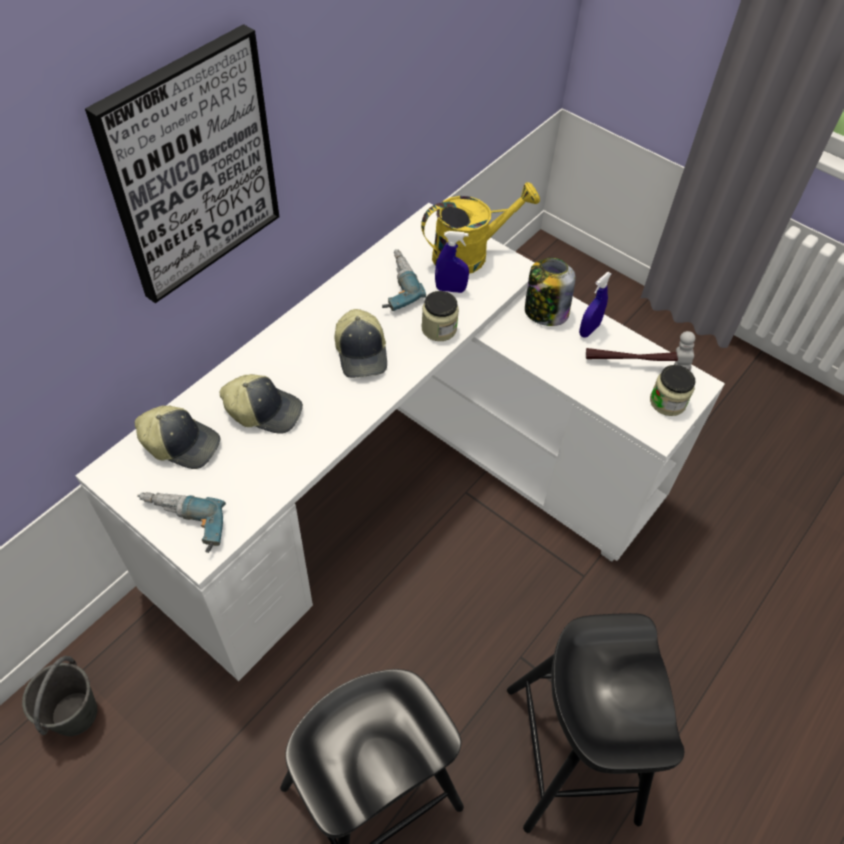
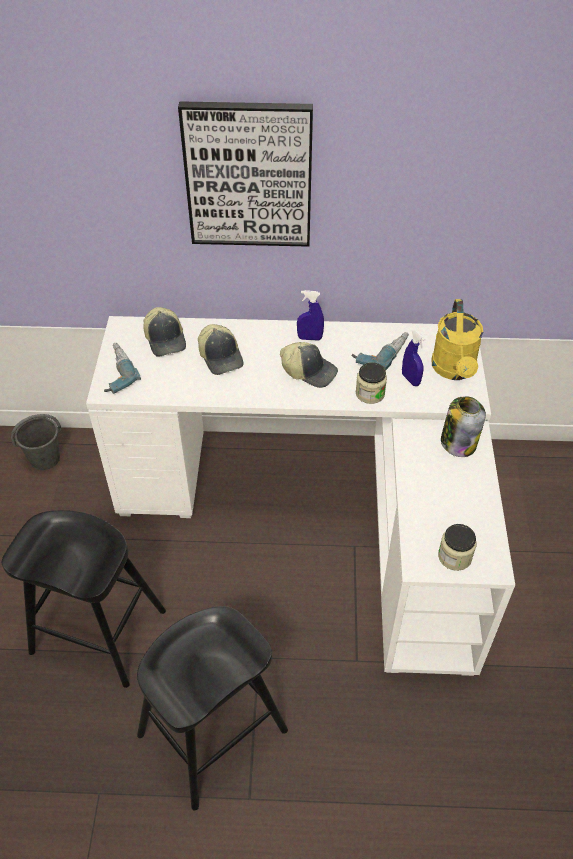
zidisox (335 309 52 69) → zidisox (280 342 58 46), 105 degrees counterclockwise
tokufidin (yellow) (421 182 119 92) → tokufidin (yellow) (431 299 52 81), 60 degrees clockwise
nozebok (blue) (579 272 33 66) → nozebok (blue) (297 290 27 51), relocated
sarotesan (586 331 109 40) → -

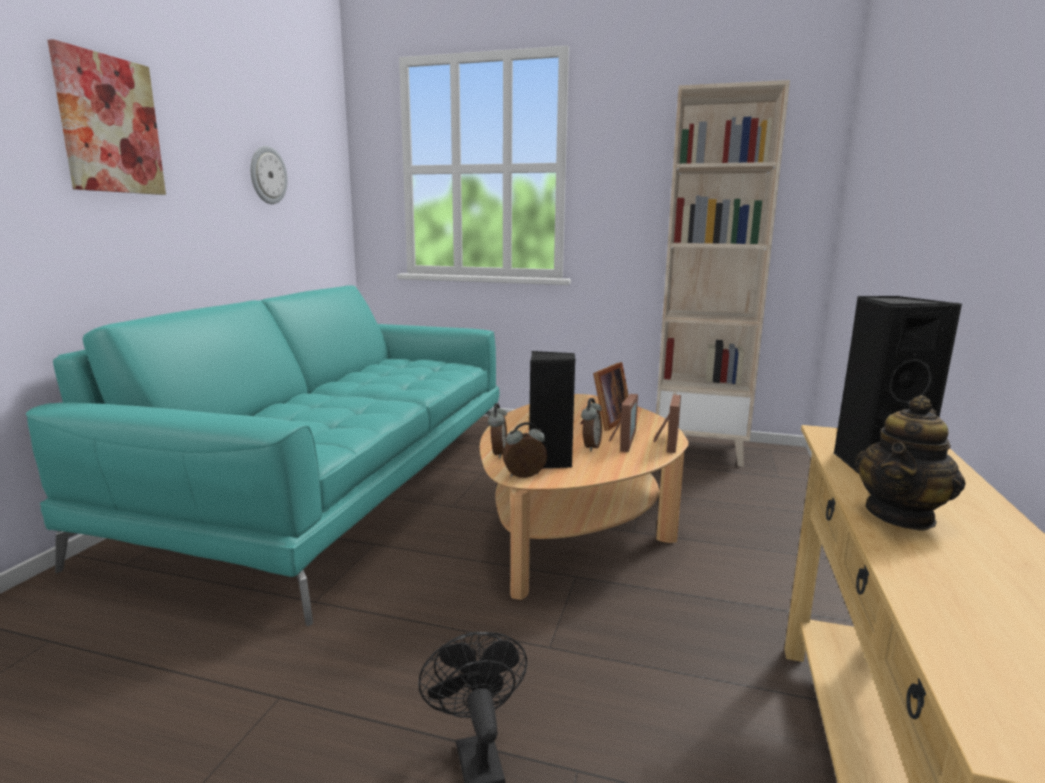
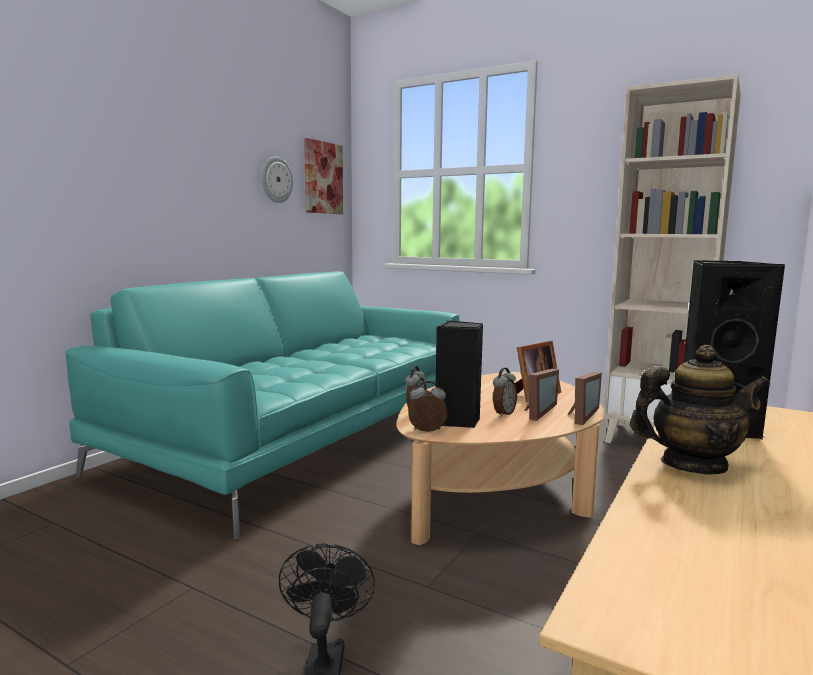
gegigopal (48 39 118 156) → gegigopal (304 138 39 76), relocated
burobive (855 395 111 136) → burobive (630 345 140 129), 150 degrees counterclockwise

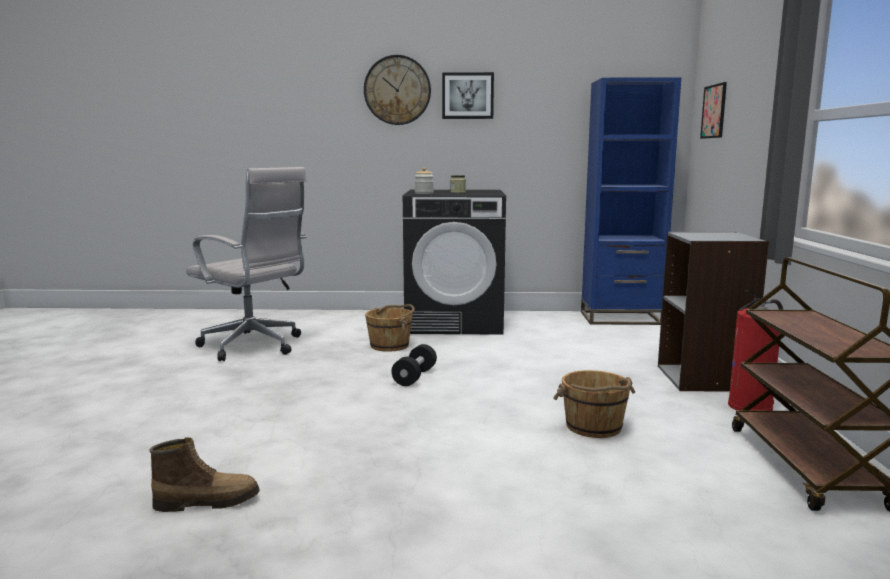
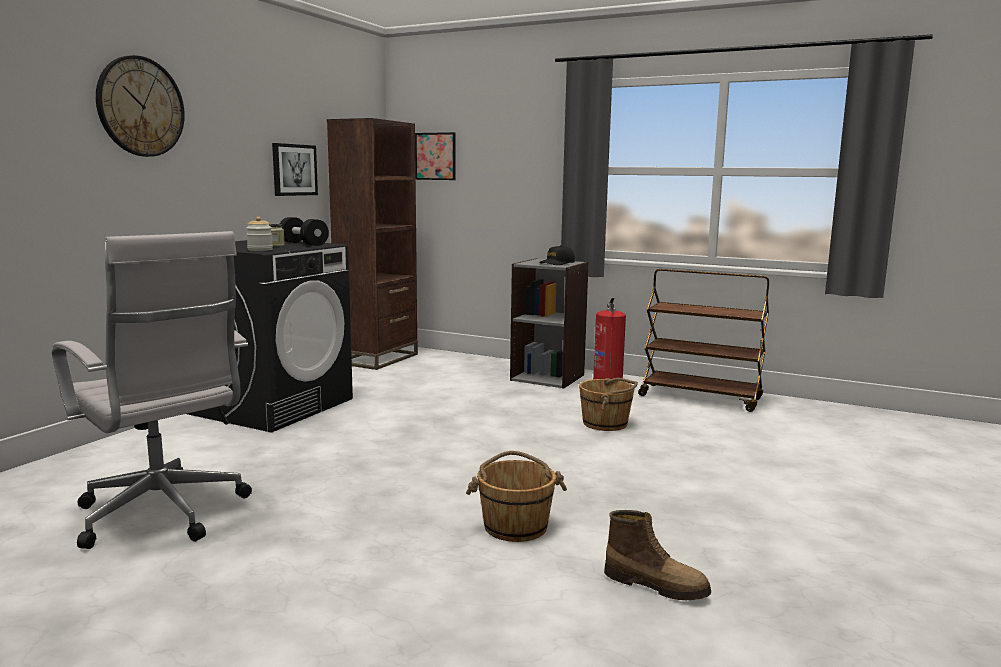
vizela (149 438 111 74) → vizela (604 510 107 90), 105 degrees clockwise
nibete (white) (186 167 121 194) → nibete (white) (52 231 200 318), 75 degrees clockwise
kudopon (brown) (365 304 50 48) → kudopon (brown) (466 451 101 91), relocated
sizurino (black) (391 344 46 42) → sizurino (black) (280 217 49 29), relocated
gegigopal (442 72 52 47) → gegigopal (272 143 46 53), relocated
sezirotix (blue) (581 77 100 248) → sezirotix (brown) (327 118 91 252)
- → zidisox (black) (540 245 35 20)

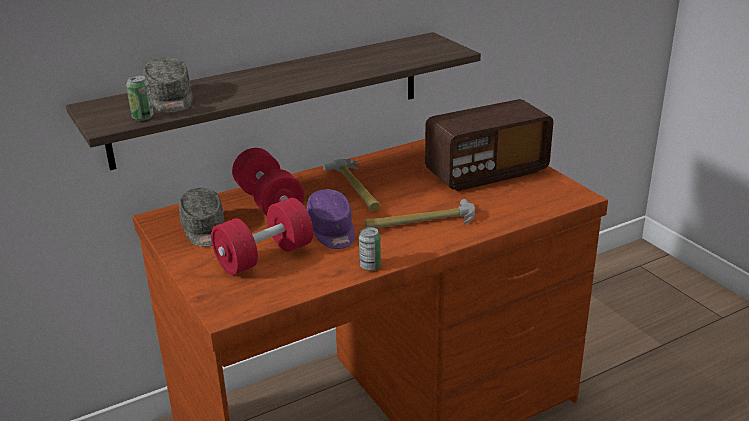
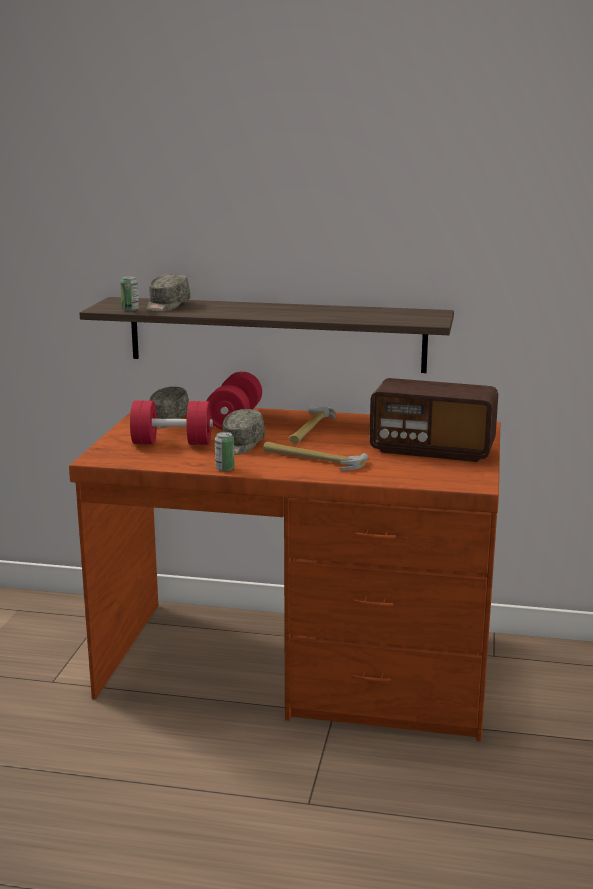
zidisox (purple) (306 189 49 60) → zidisox (grey) (222 409 43 46)

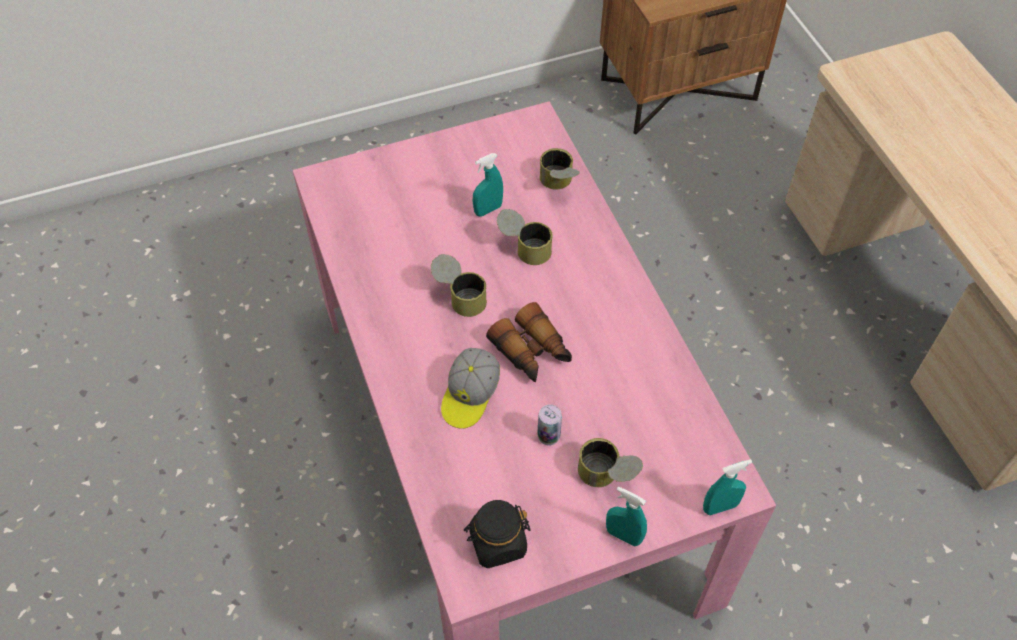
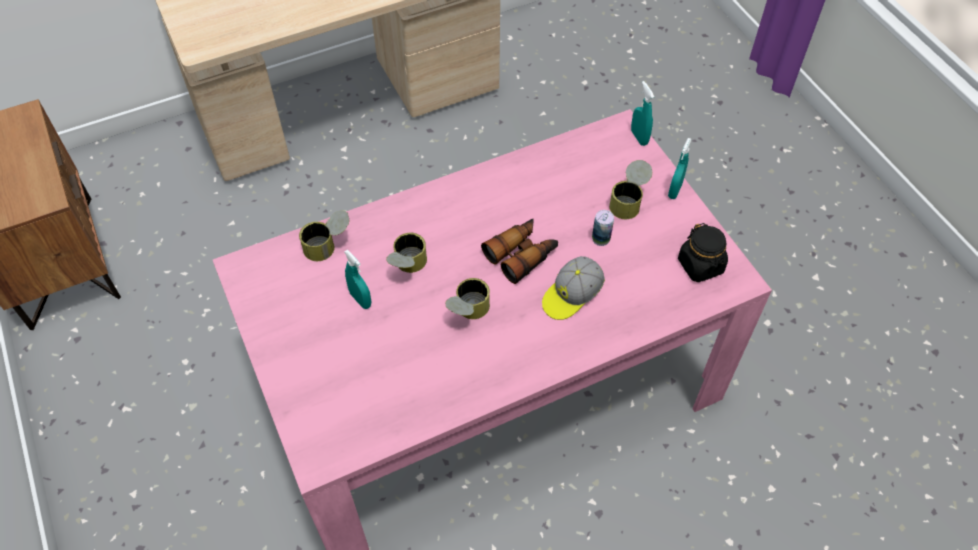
zidisox (441 348 59 81) → zidisox (542 256 63 64), 120 degrees clockwise

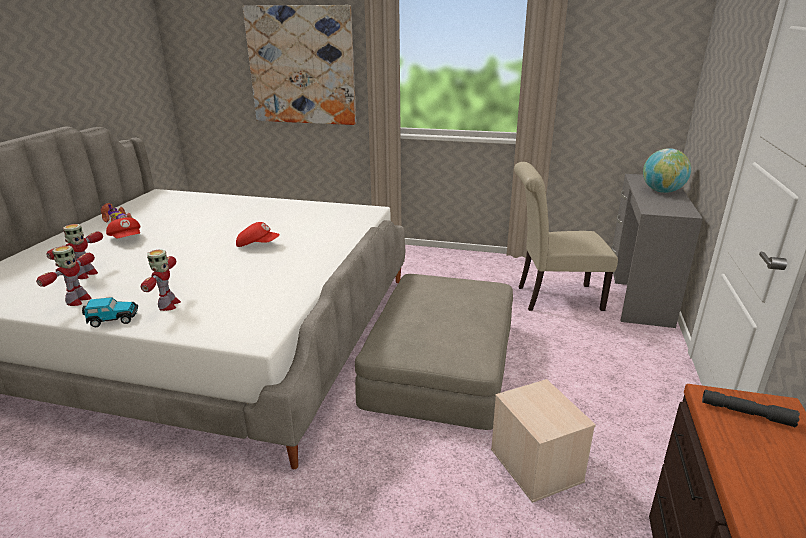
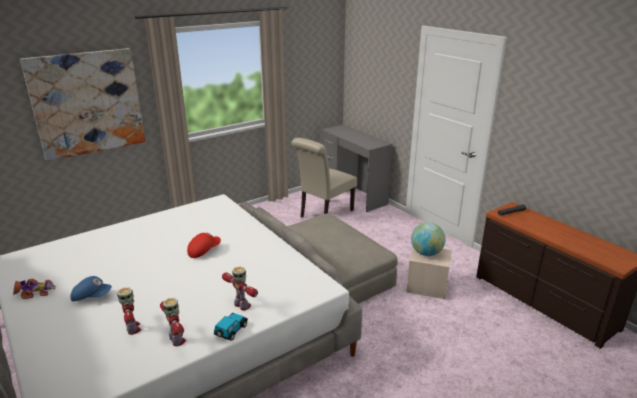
zidisox (red) (106 217 35 21) → zidisox (blue) (70 276 42 25)
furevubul (643 148 48 45) → furevubul (411 222 35 34), relocated

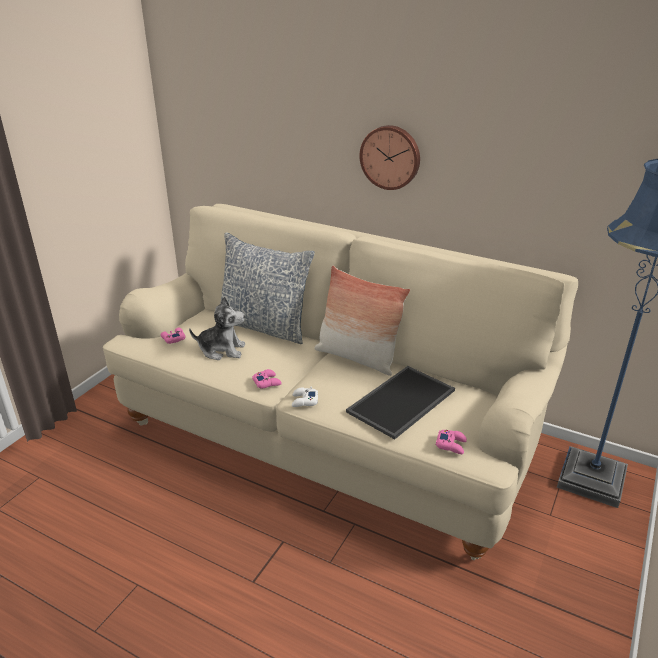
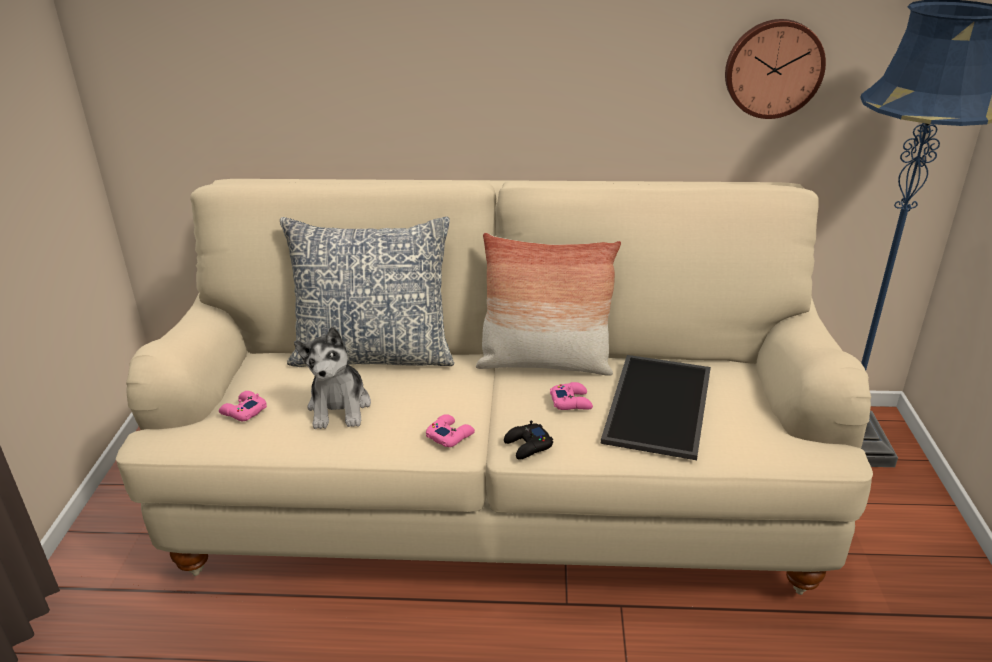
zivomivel (189 296 56 64) → zivomivel (294 327 77 102), 105 degrees clockwise
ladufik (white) (292 386 26 21) → ladufik (black) (504 421 49 39)
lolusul (359 125 61 65) → lolusul (725 19 101 100), relocated
ladufik (pink) (436 430 31 24) → ladufik (pink) (550 382 43 28), relocated

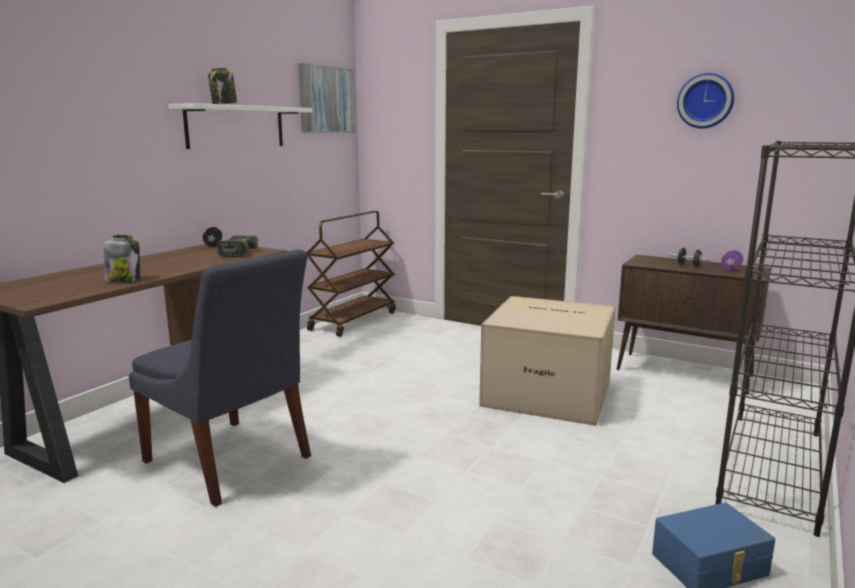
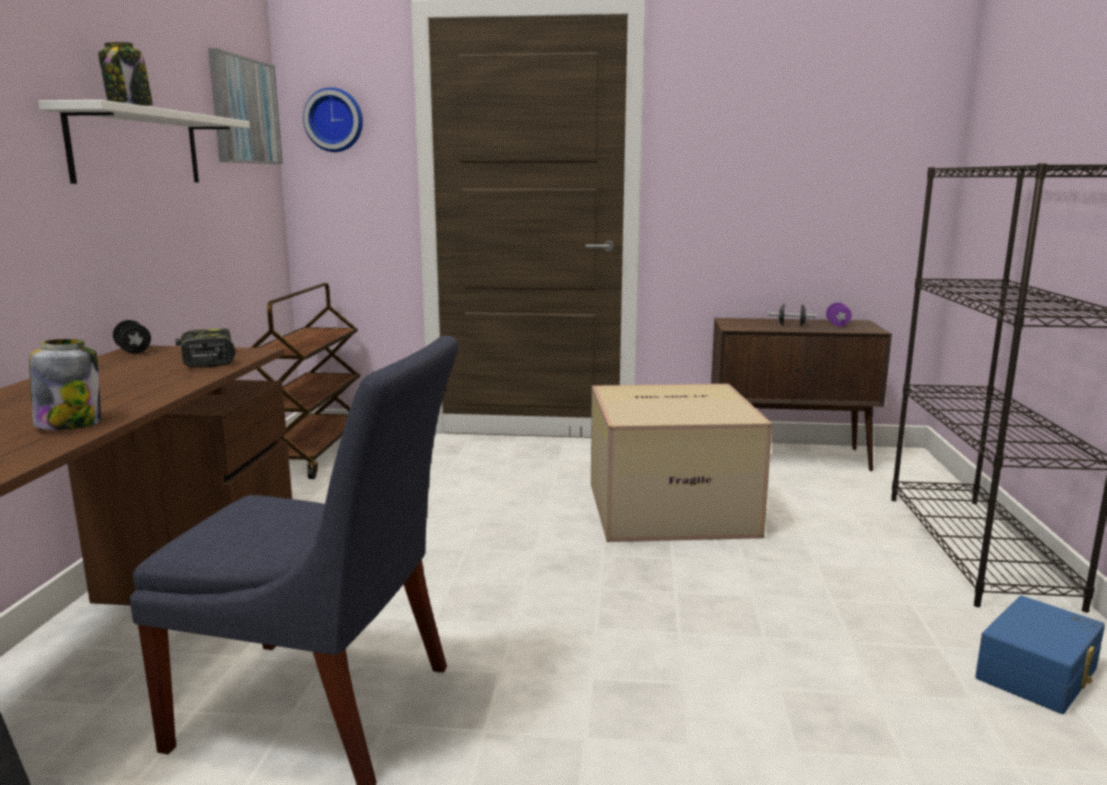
lolusul (677 73 57 56) → lolusul (303 87 60 65), relocated

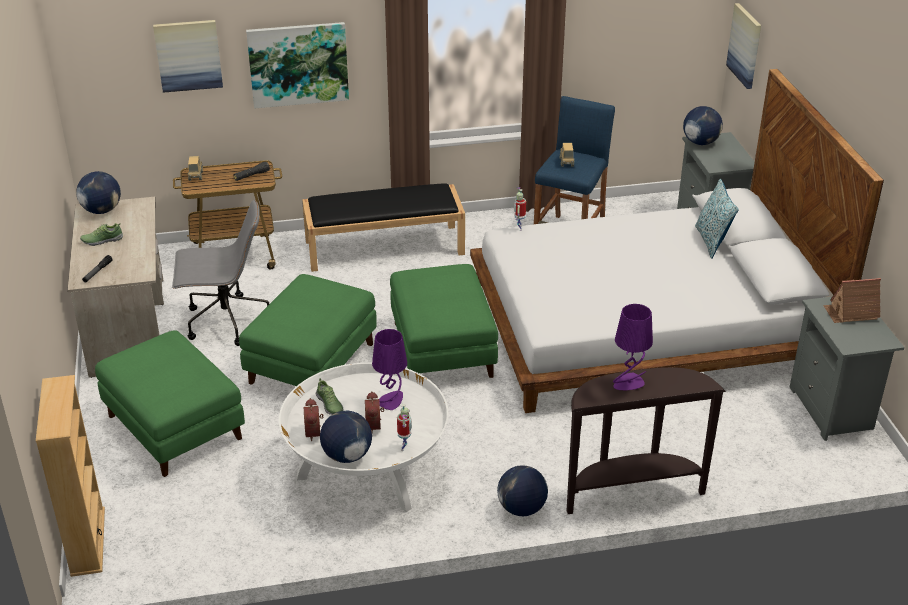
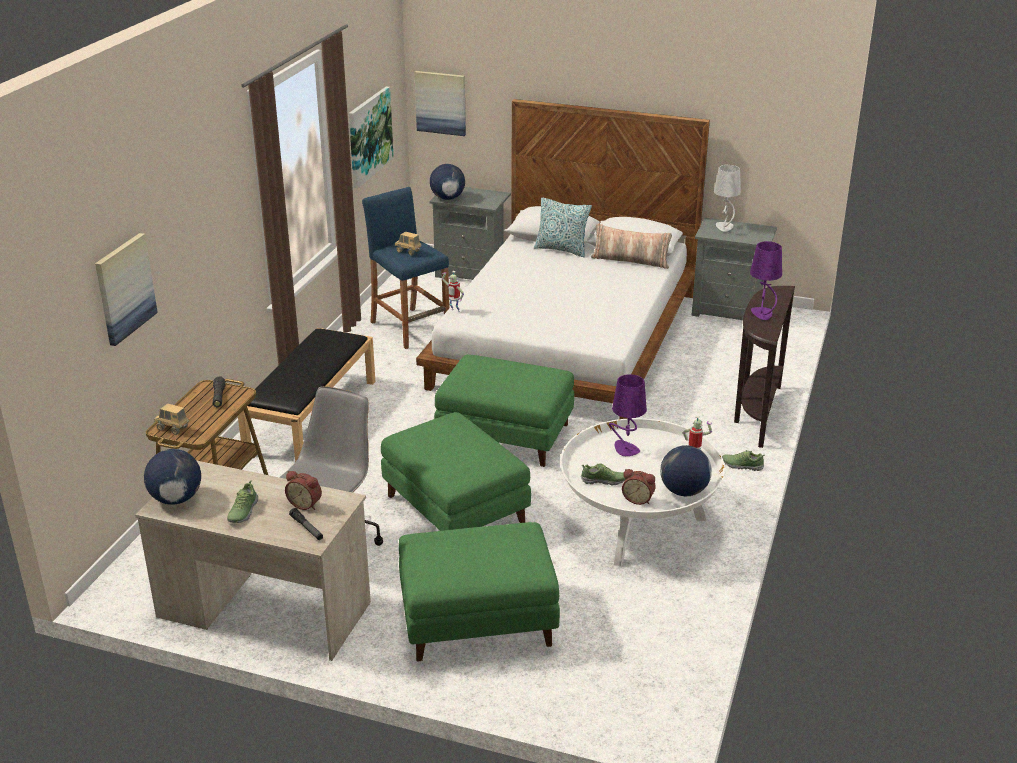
sezirotix (beige) (36 375 69 202) → -
gegigopal (246 22 103 87) → gegigopal (349 86 45 102), relocated
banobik (365 391 19 41) → banobik (285 471 37 39), relocated
furevubul (497 465 51 51) → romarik (722 450 43 21)
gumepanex (823 278 58 45) → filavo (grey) (714 165 27 67)
- → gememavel (591 223 81 46)

